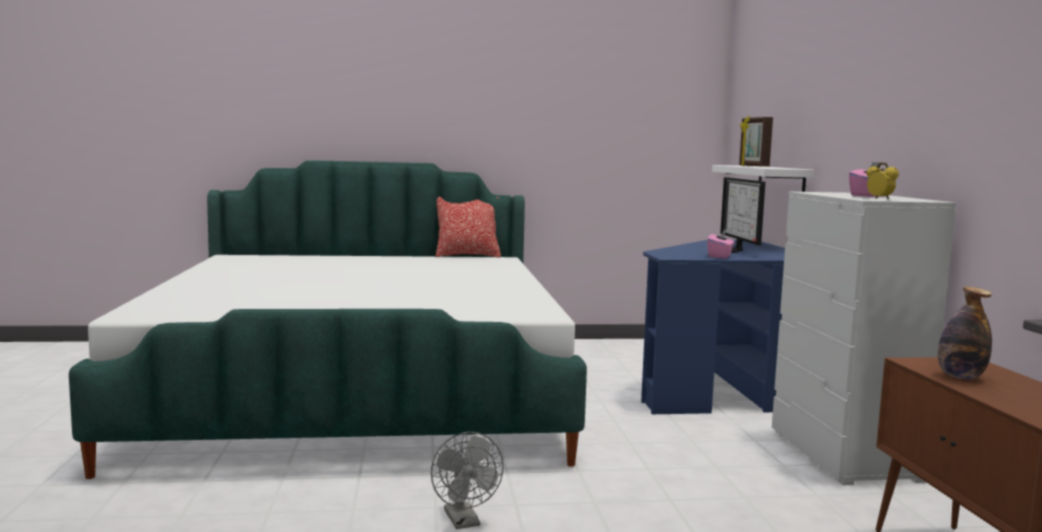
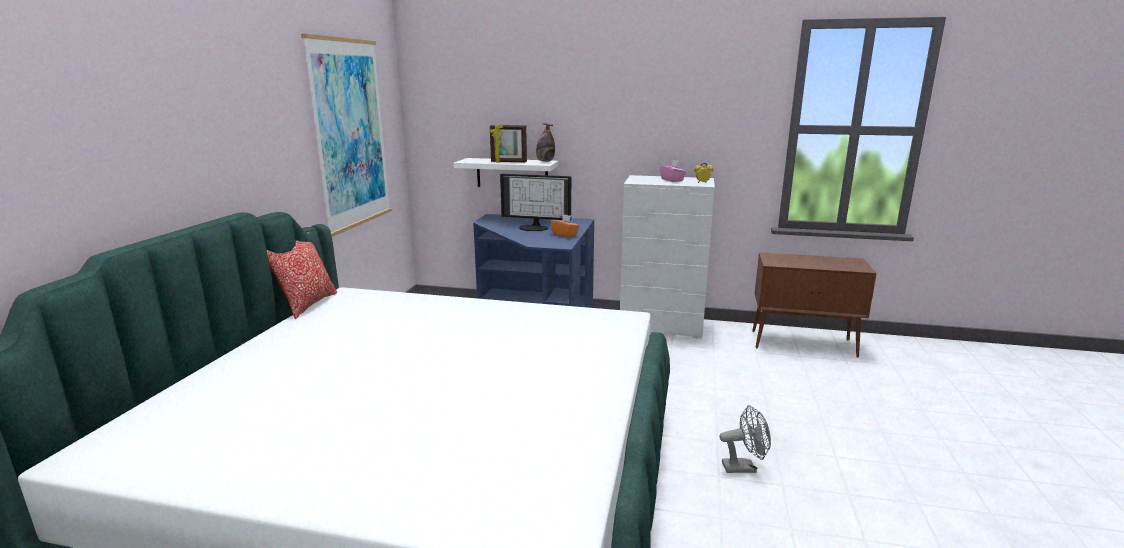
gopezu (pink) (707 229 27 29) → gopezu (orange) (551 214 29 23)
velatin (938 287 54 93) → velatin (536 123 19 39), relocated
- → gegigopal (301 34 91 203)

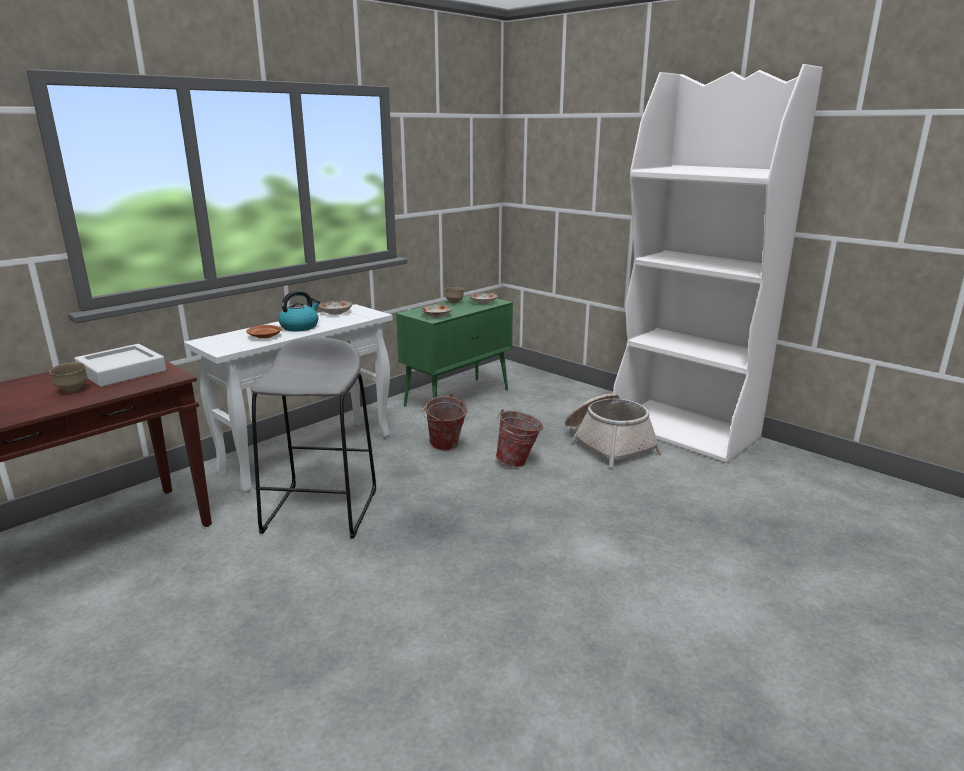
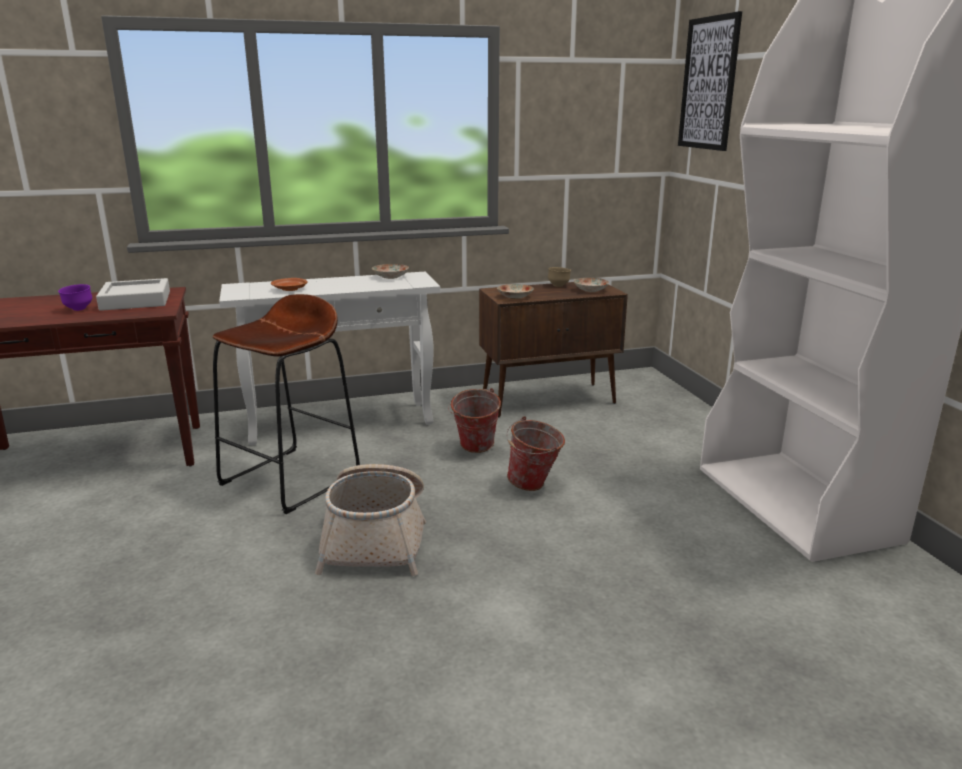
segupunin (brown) (49 362 38 30) → segupunin (purple) (58 284 34 27)
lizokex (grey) (251 337 125 201) → lizokex (brown) (213 294 147 220)
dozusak (278 290 42 42) → -
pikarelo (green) (396 296 117 111) → pikarelo (brown) (479 282 149 135)
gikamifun (565 393 97 75) → gikamifun (315 464 111 112), relocated
- → gegigopal (678 11 64 140)

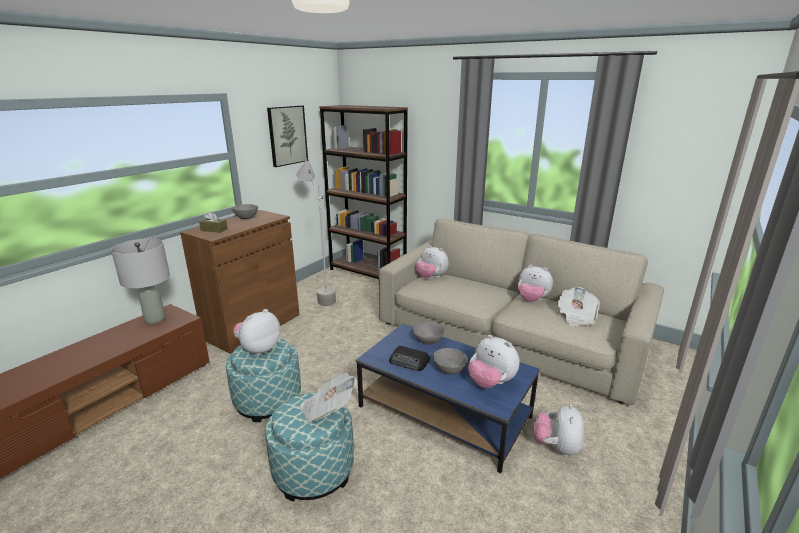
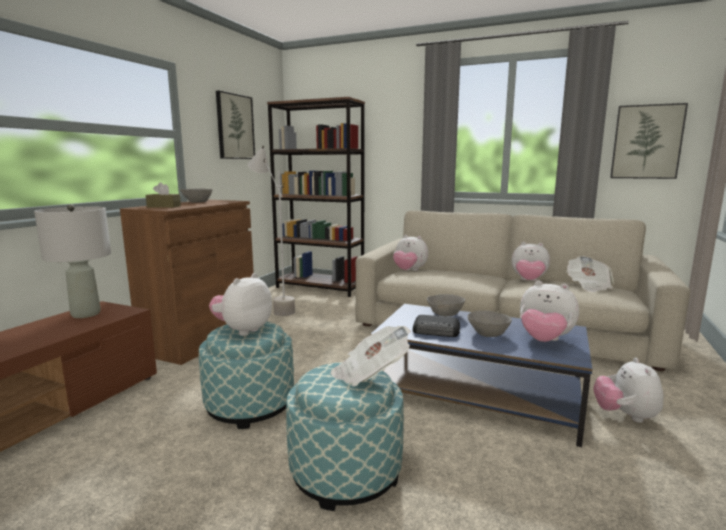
- → gegigopal (610 103 78 76)

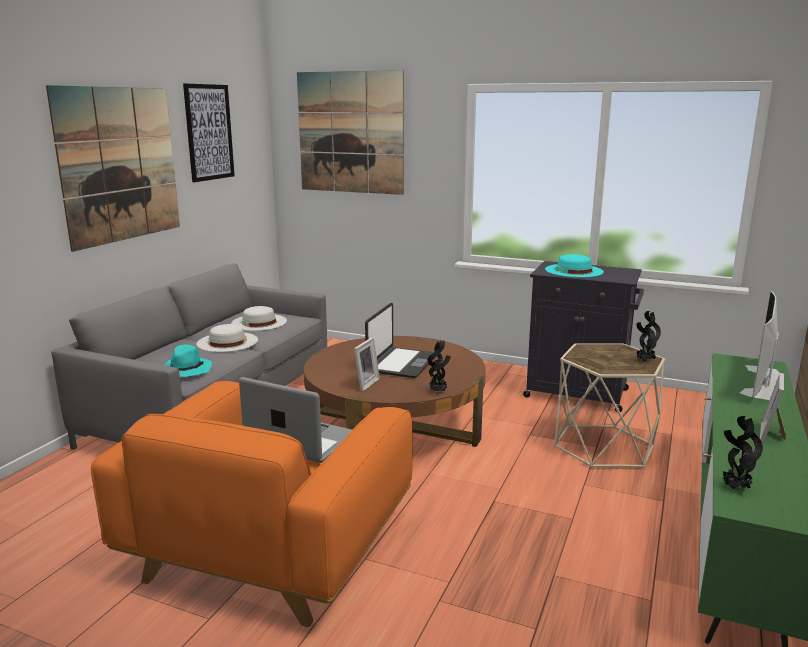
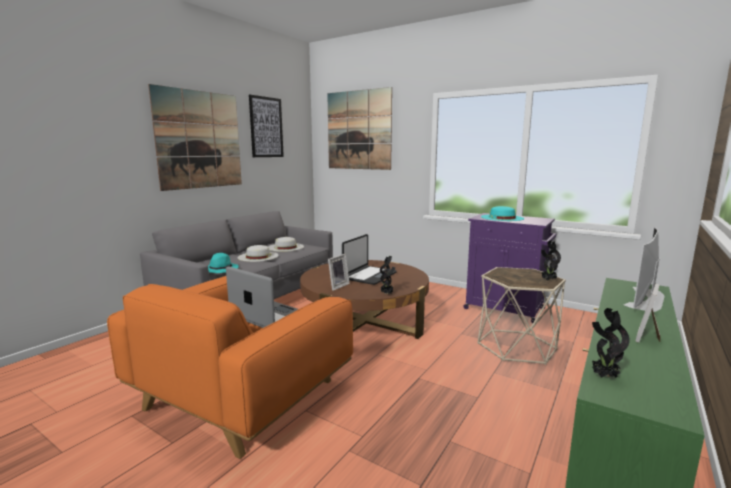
pikarelo (black) (523 261 121 151) → pikarelo (purple) (464 213 92 110)

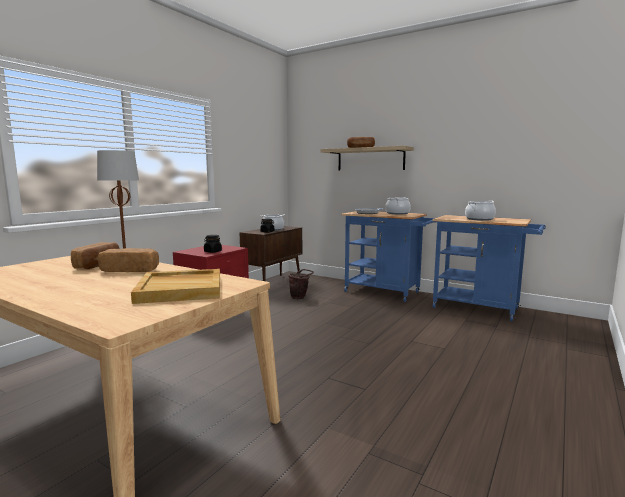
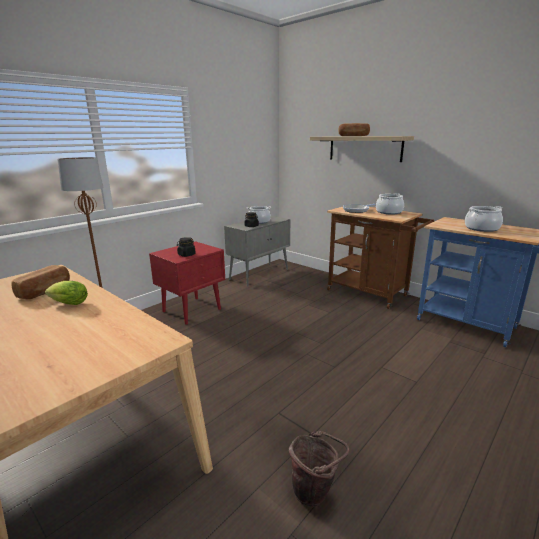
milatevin (98 248 61 24) → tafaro (45 281 43 24)
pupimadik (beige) (131 269 89 35) → -
pikarelo (brown) (239 226 63 55) → pikarelo (grey) (224 216 66 71)
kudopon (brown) (288 269 26 30) → kudopon (brown) (288 431 62 76), relocated
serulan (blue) (341 211 96 91) → serulan (brown) (327 207 107 102)

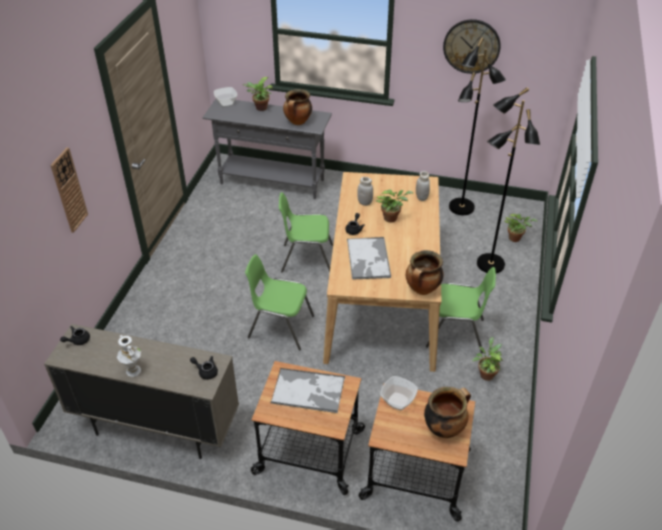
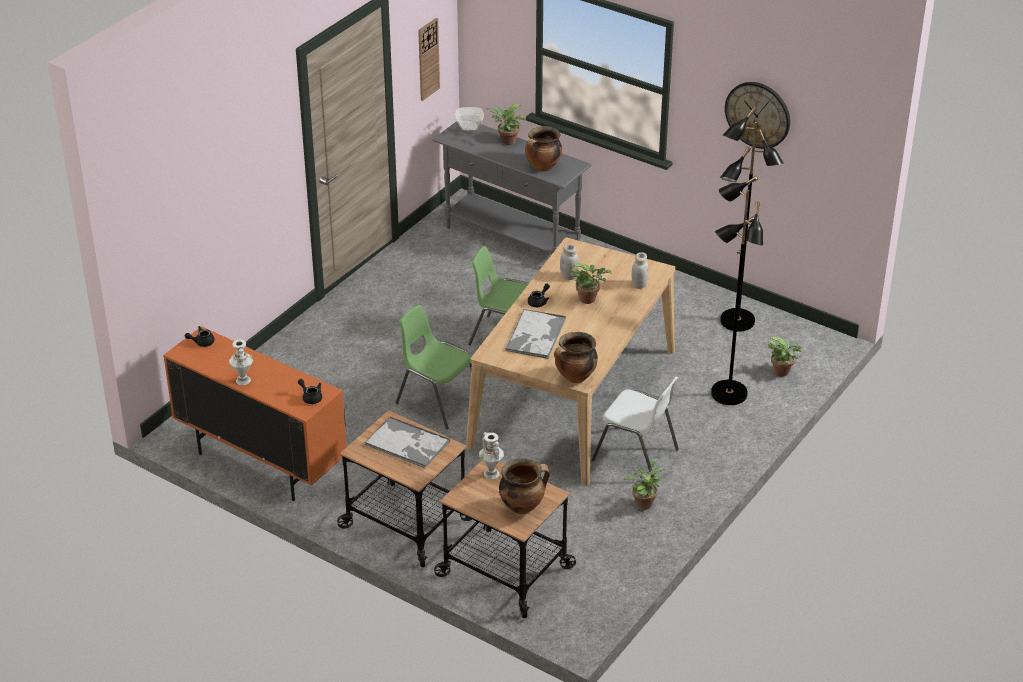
pikarelo (beige) (44 324 195 135) → pikarelo (orange) (163 326 184 175)
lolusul (50 147 38 86) → lolusul (418 18 22 83), relocated
segupunin (380 376 38 34) → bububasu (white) (479 432 25 47)
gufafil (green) (426 267 70 86) → gufafil (white) (592 376 87 102)

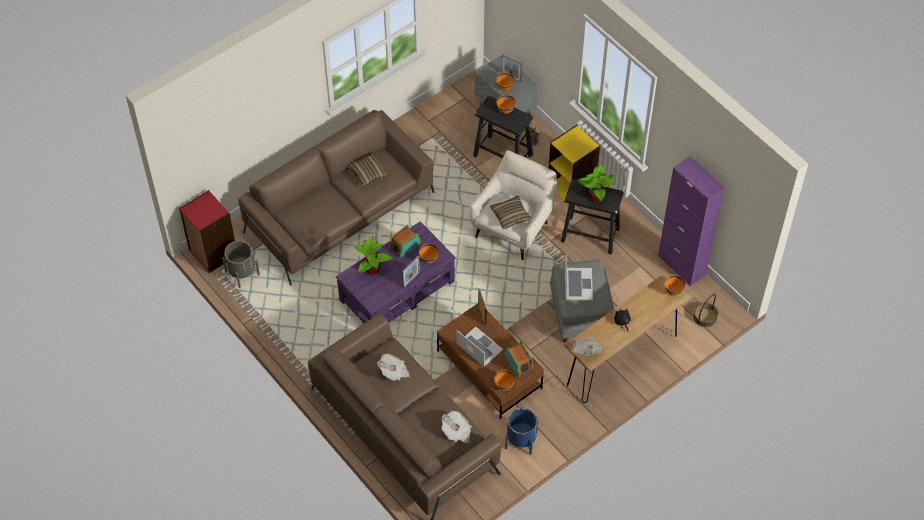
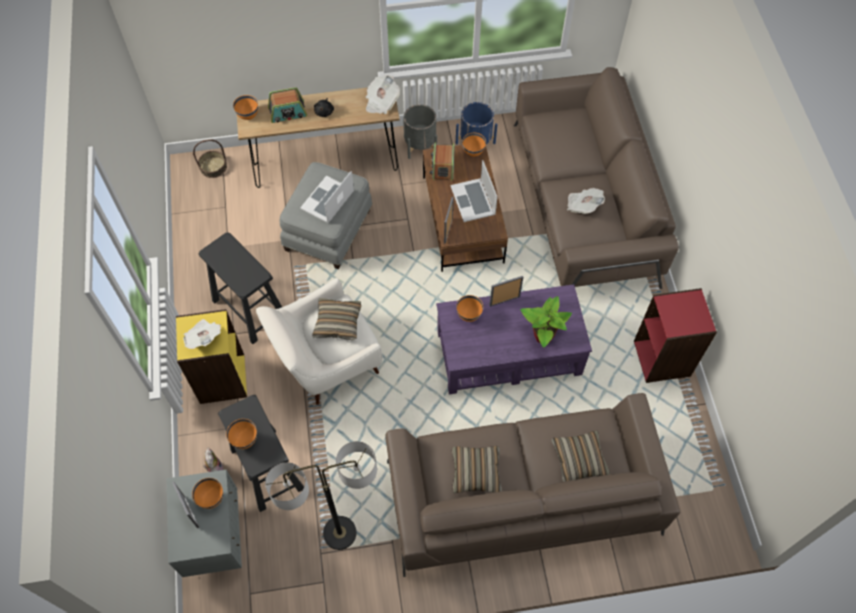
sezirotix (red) (179 190 56 83) → sezirotix (red) (634 288 83 95), relocated
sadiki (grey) (222 241 38 47) → sadiki (grey) (403 104 34 55), relocated
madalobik (389 225 32 33) → madalobik (268 87 39 36), relocated
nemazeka (442 411 30 32) → nemazeka (183 319 38 30), relocated
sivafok (577 164 37 39) → -
pikarelo (purple) (658 156 67 130) → -
- → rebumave (265 441 112 109)
- → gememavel (552 430 58 52)

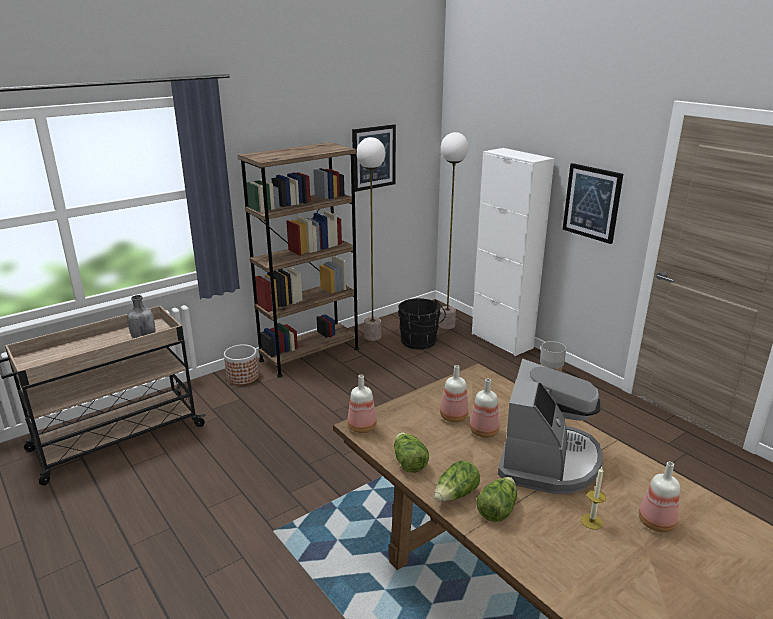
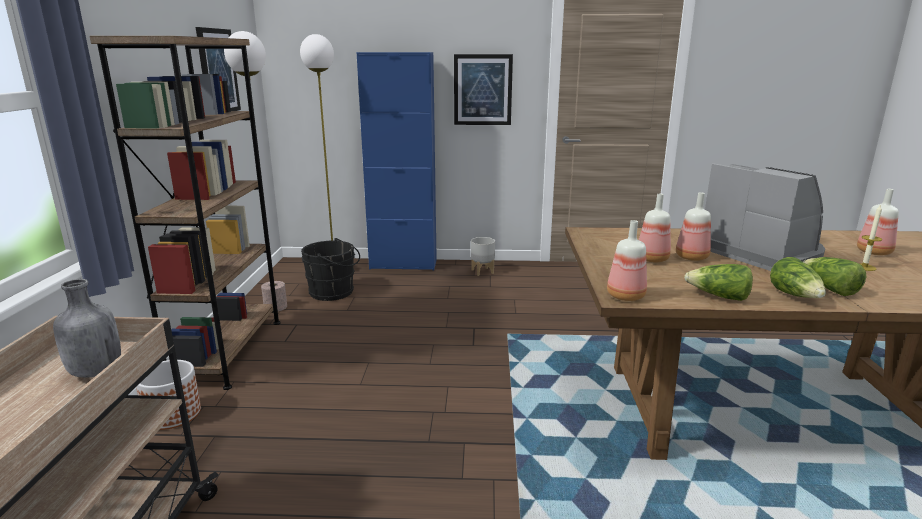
pikarelo (white) (472 148 83 208) → pikarelo (blue) (357 52 80 218)

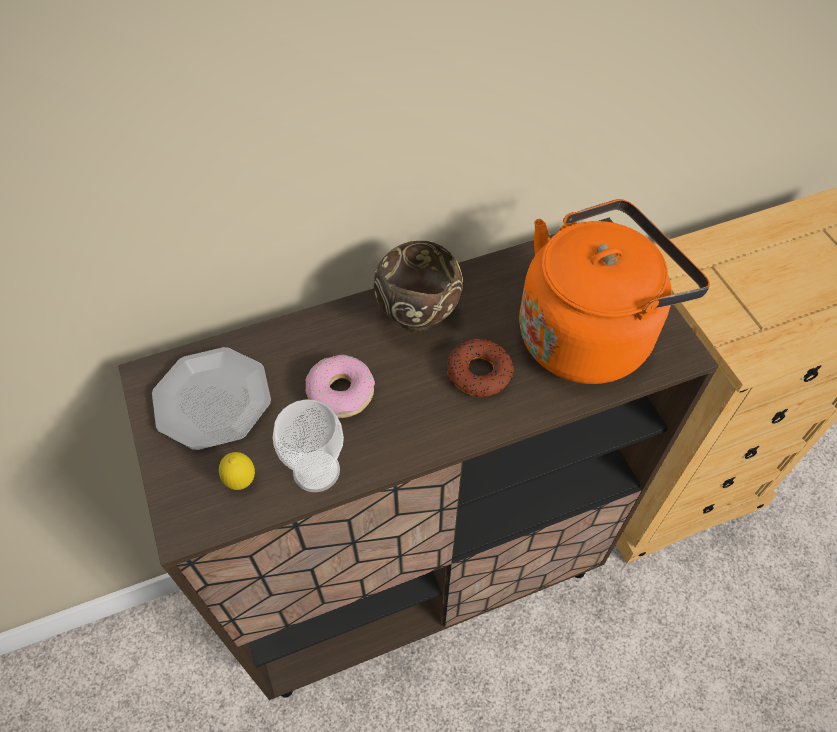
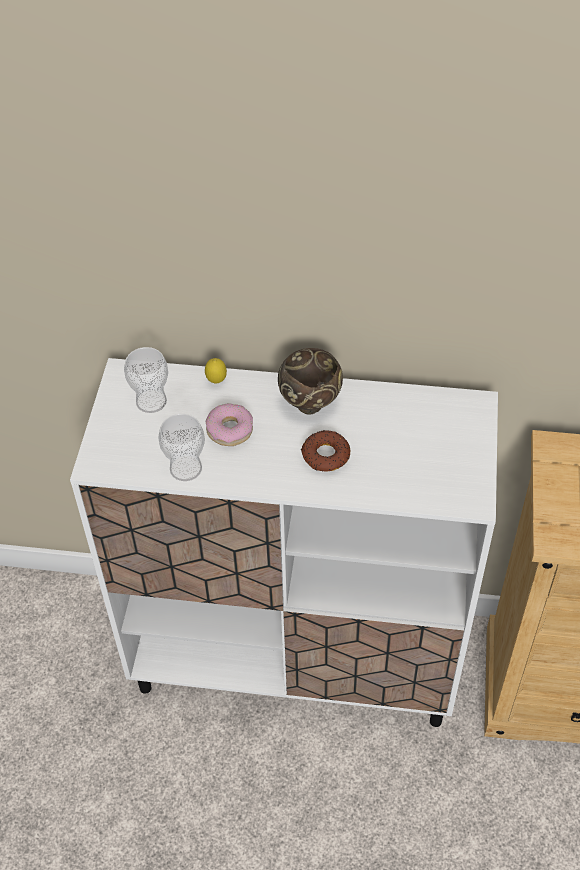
pikarelo (brown) (118 218 601 482) → pikarelo (white) (70 358 428 369)
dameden (152 347 119 103) → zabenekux (124 347 44 66)
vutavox (219 452 36 38) → vutavox (205 358 22 25), relocated
dozusak (orange) (519 199 191 185) → -

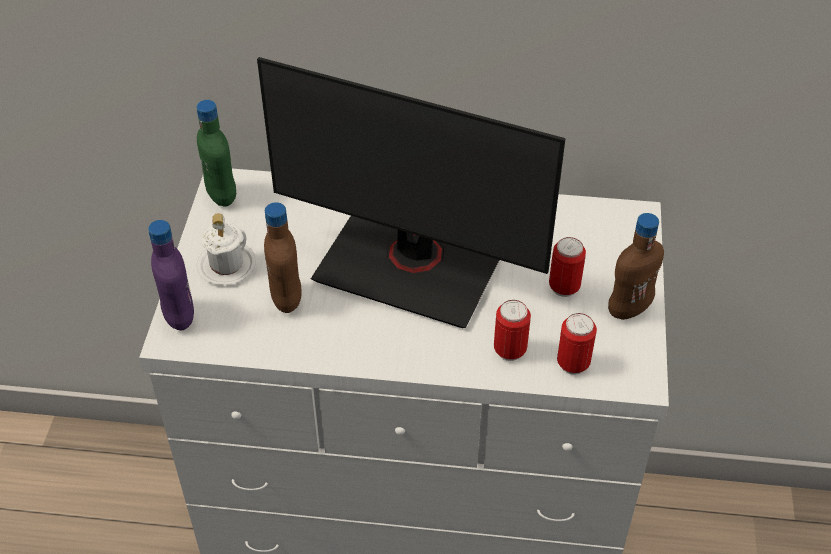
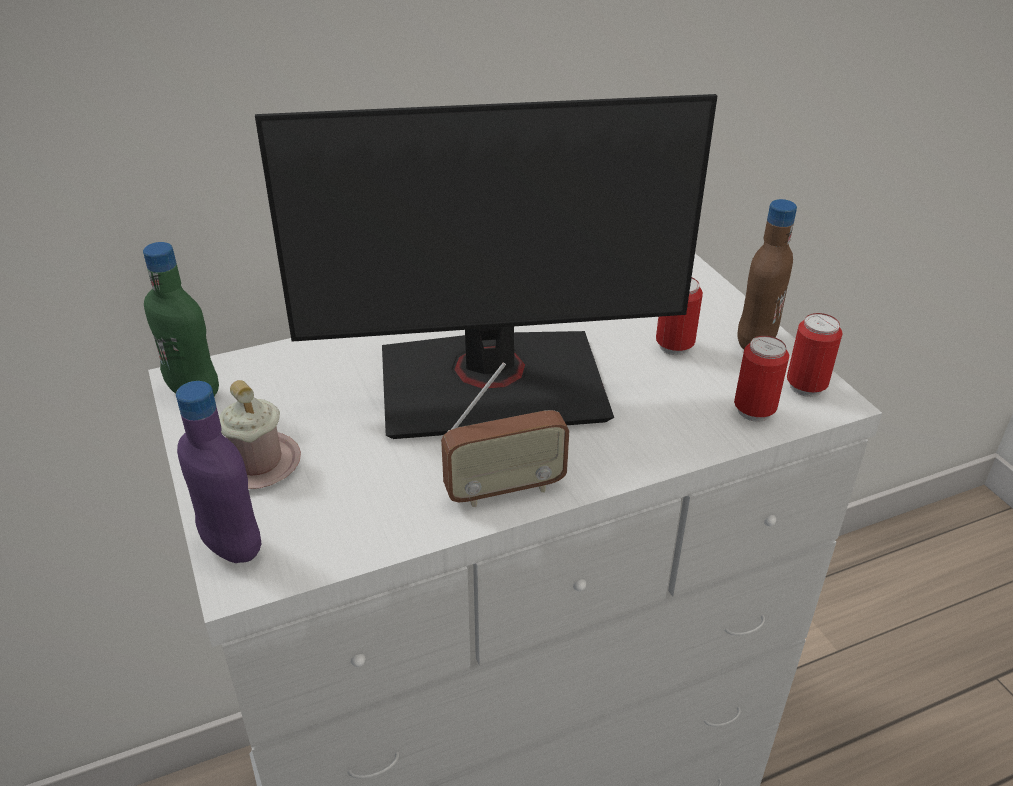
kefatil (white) (197 213 59 72) → kefatil (pink) (219 380 82 109)
velatin (brown) (264 202 38 111) → -
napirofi (494 300 37 61) → napirofi (787 313 56 84), relocated
- → madalobik (441 362 128 145)

